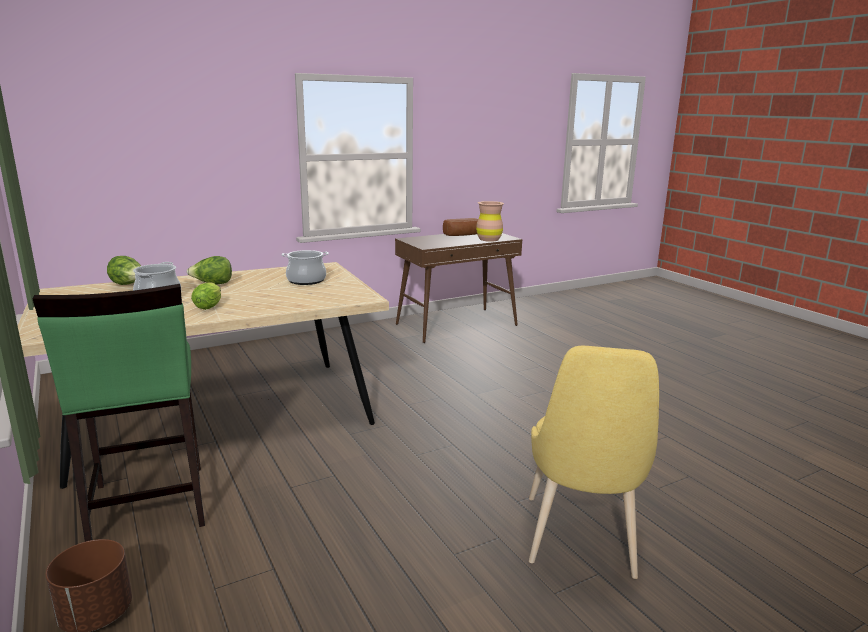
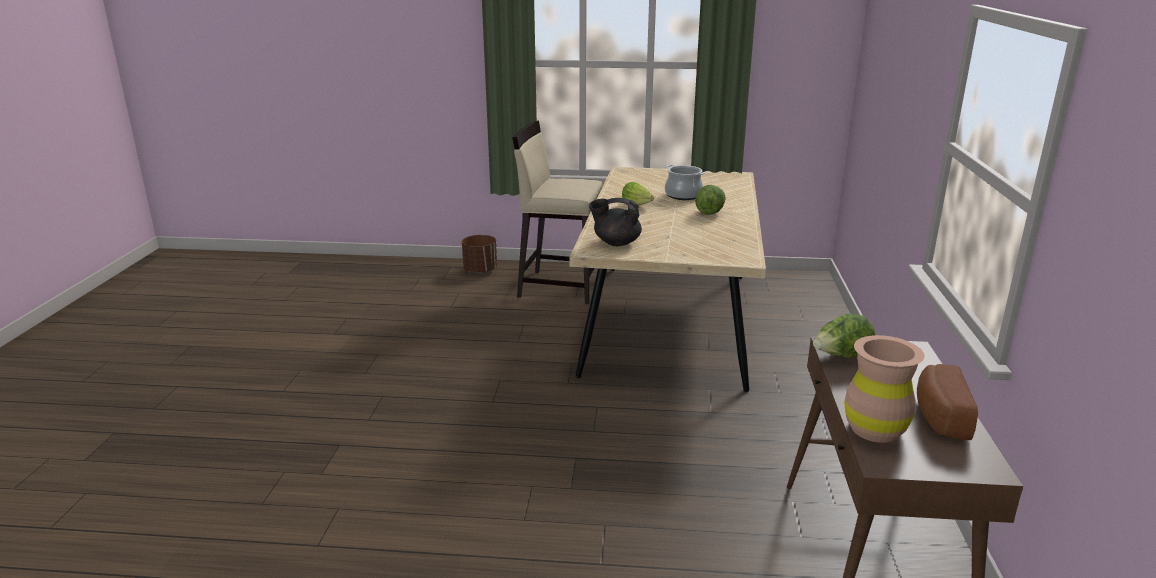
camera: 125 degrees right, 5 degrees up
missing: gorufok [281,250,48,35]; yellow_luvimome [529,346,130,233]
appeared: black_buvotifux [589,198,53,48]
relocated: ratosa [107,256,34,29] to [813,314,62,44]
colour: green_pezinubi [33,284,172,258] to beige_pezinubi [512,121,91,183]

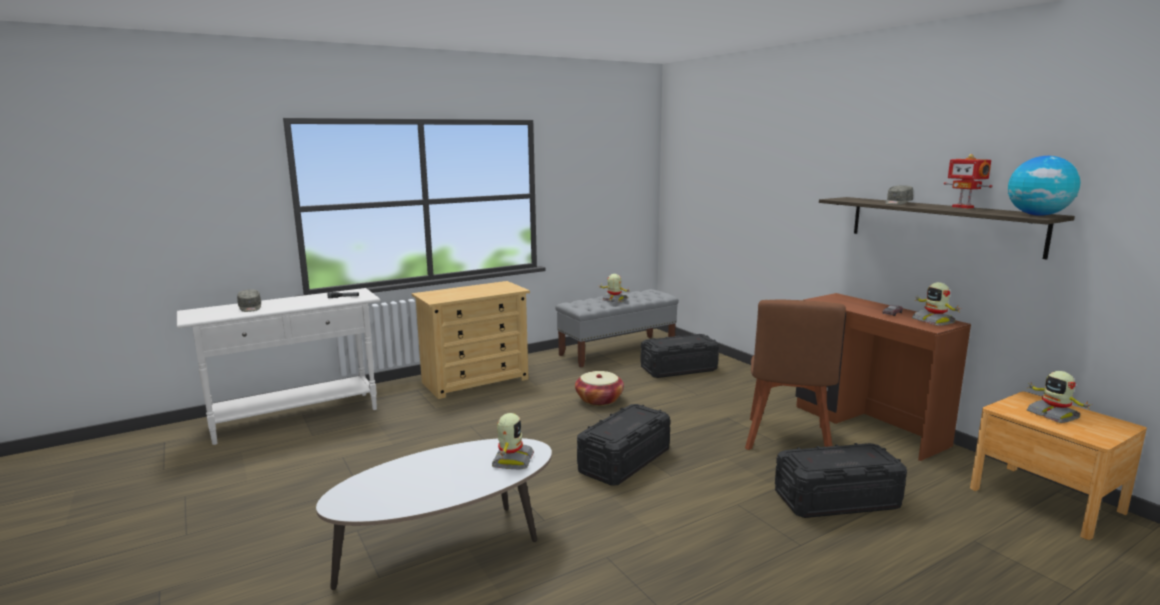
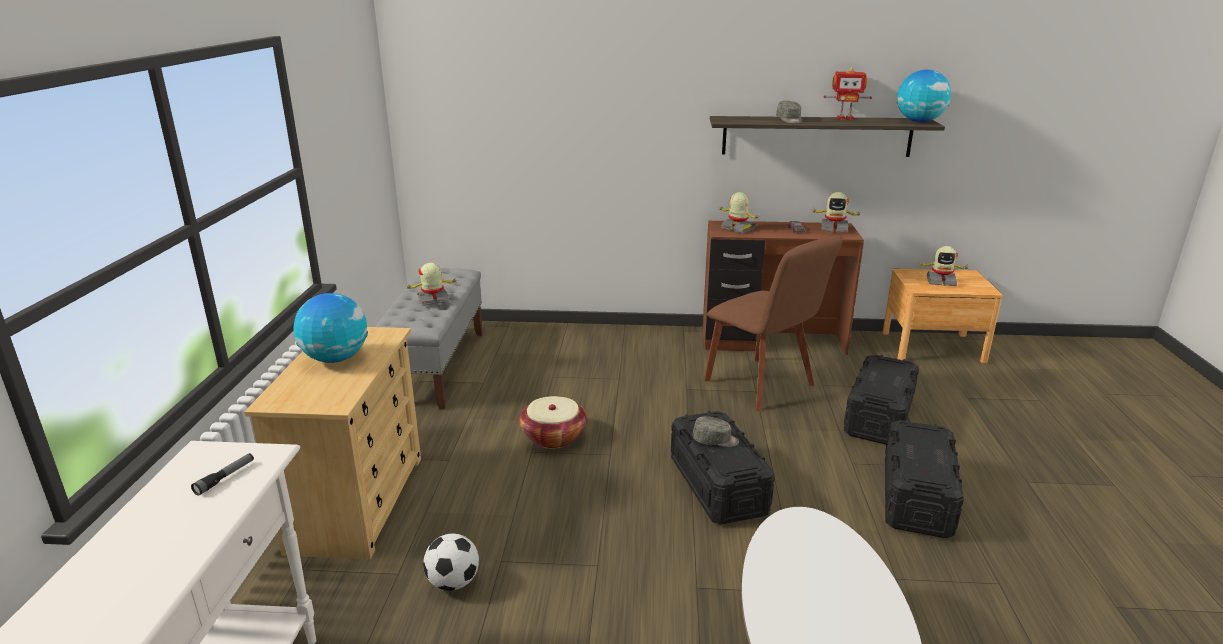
camera: 55 degrees left, 10 degrees up
appeared: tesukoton [293,293,75,70]; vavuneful [423,534,56,57]
relocated: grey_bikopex [237,289,24,23] to [693,416,46,31]; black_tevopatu [641,334,78,44] to [885,420,79,118]; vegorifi [492,413,42,57] to [719,192,39,41]

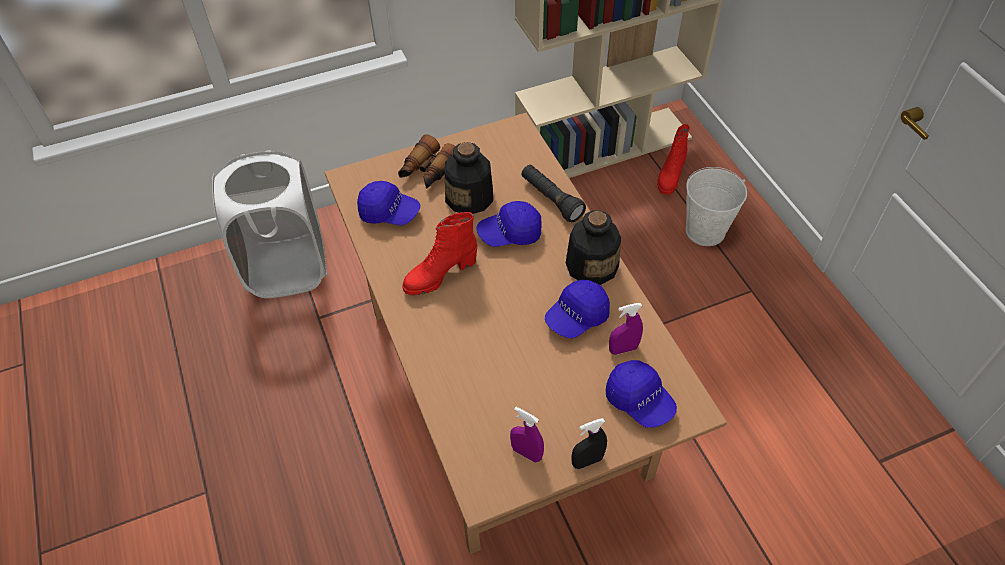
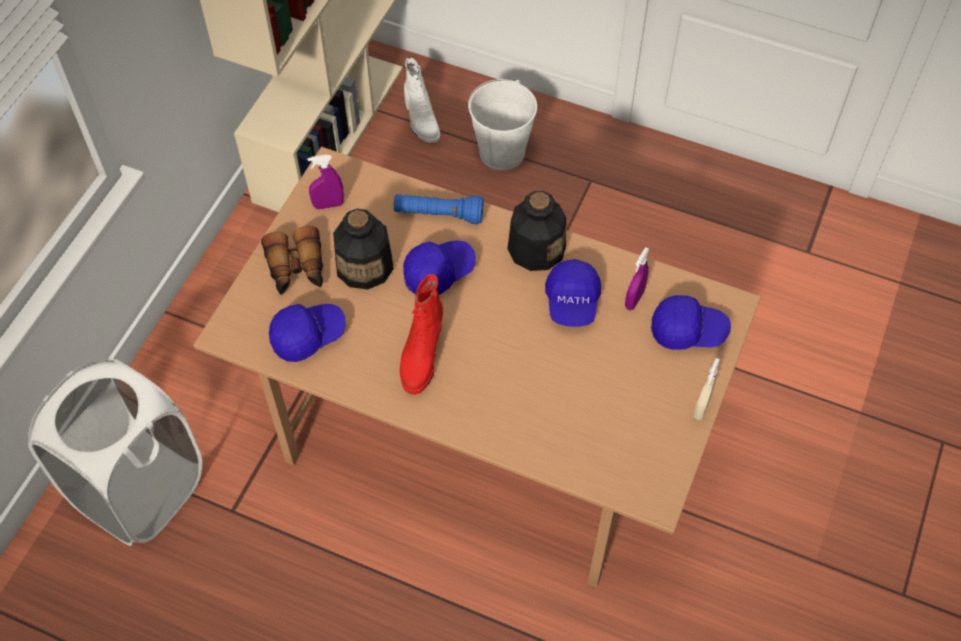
camera: 45 degrees left, 5 degrees up
relocated: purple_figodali [510,407,34,56] to [307,155,37,54]
colour: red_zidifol [657,124,32,71] to white_zidifol [404,58,36,85]; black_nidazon [522,165,64,57] to blue_nidazon [394,194,90,30]; black_figodali [571,418,36,51] to beige_figodali [693,358,27,62]
spun: blue_bikopex [476,201,66,46] = [403,240,73,55] 150 degrees counterclockwise

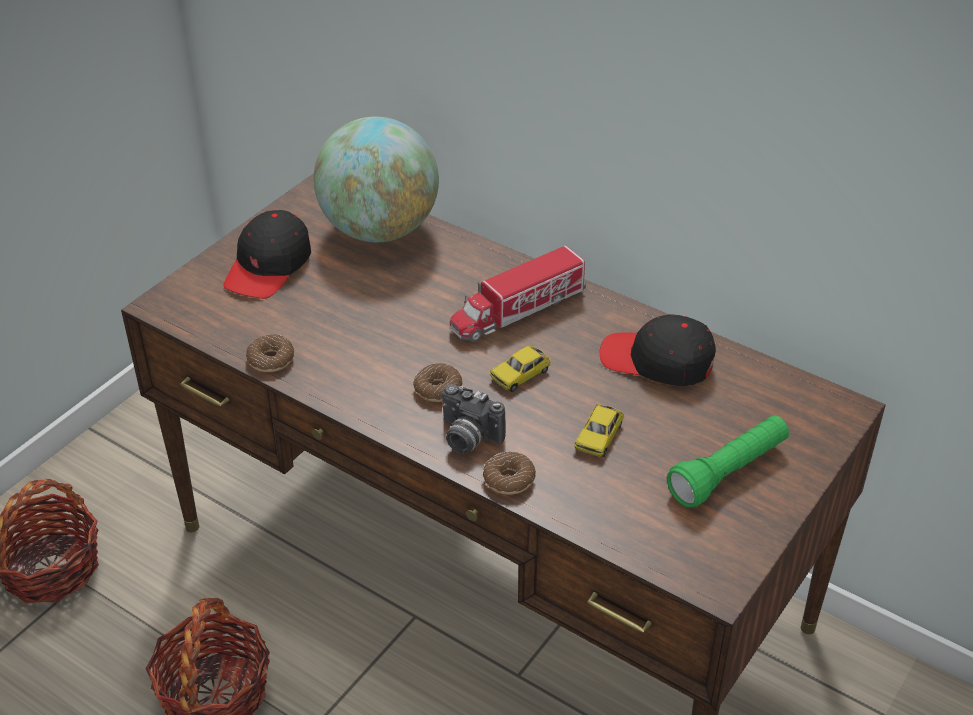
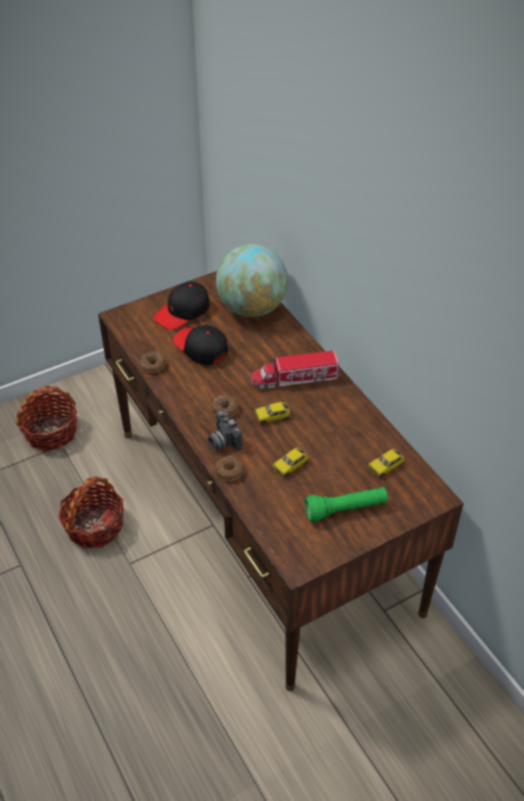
camera: 25 degrees right, 5 degrees up
appeared: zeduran [368,449,37,29]
relocated: black_bikopex [600,314,116,72] to [173,325,55,40]

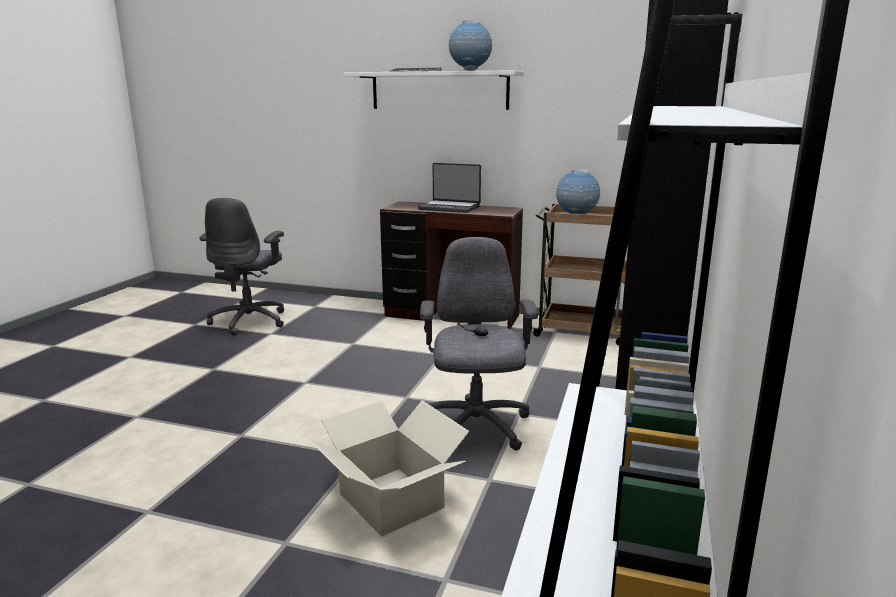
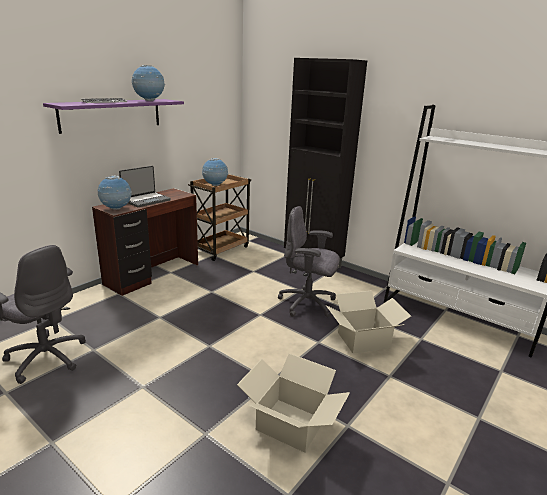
camera: 70 degrees left, 5 degrees up
appeared: tesukoton [98,175,34,35]; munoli [237,353,113,100]
colour: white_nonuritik [343,70,180,40] to purple_nonuritik [43,99,141,35]

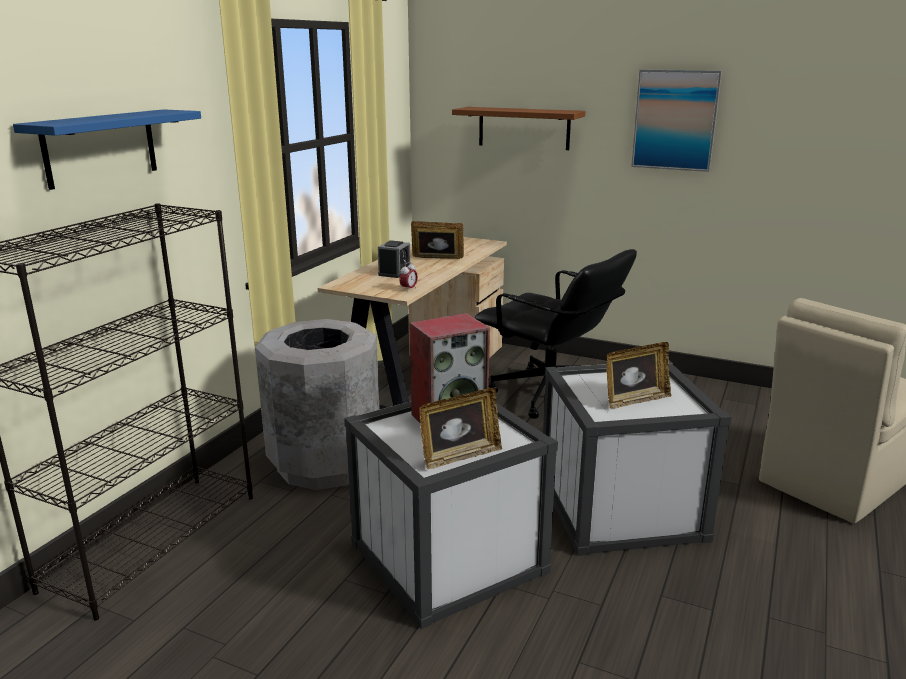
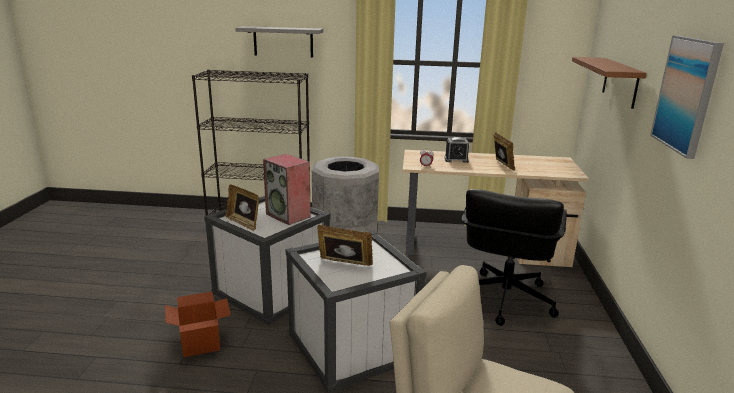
camera: 70 degrees right, 0 degrees up
appeared: munoli [165,292,66,65]
colour: blue_nonuritik [13,109,188,81] to grey_nonuritik [235,26,88,31]
spun: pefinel [607,342,64,67] = [318,225,55,41] 150 degrees clockwise

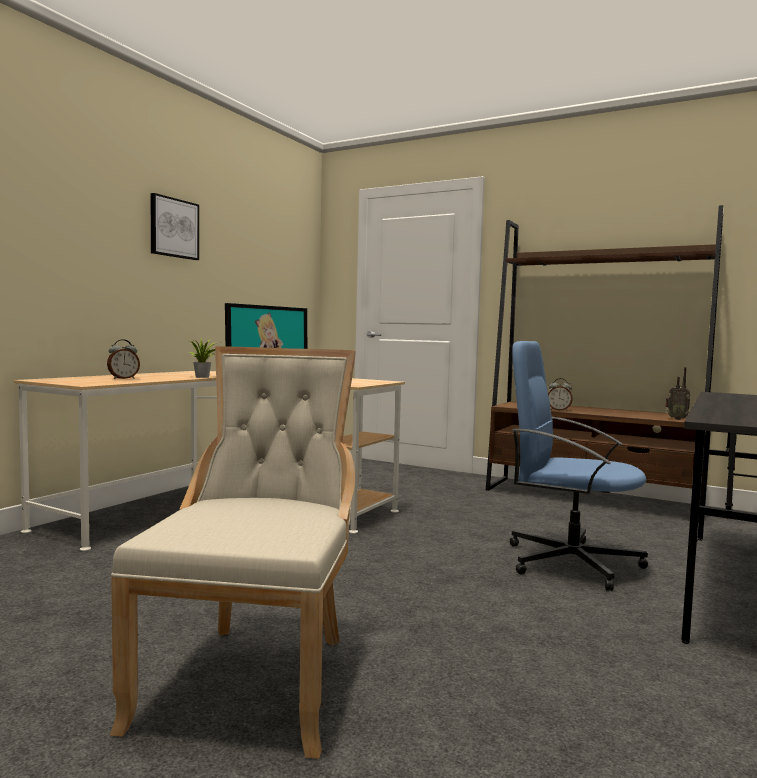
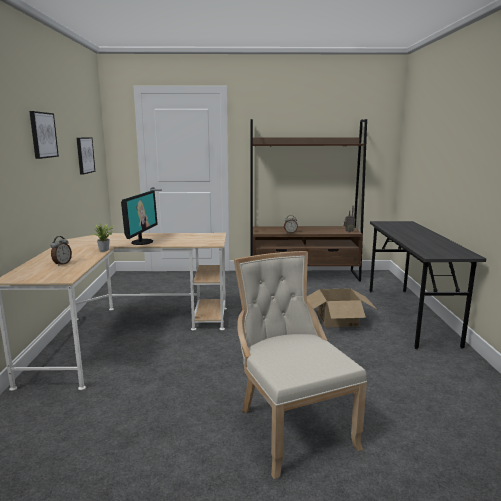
camera: 30 degrees left, 10 degrees up
appeared: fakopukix [76,137,19,38]
exchanged: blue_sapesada [510,341,138,250] to munoli [307,288,70,39]

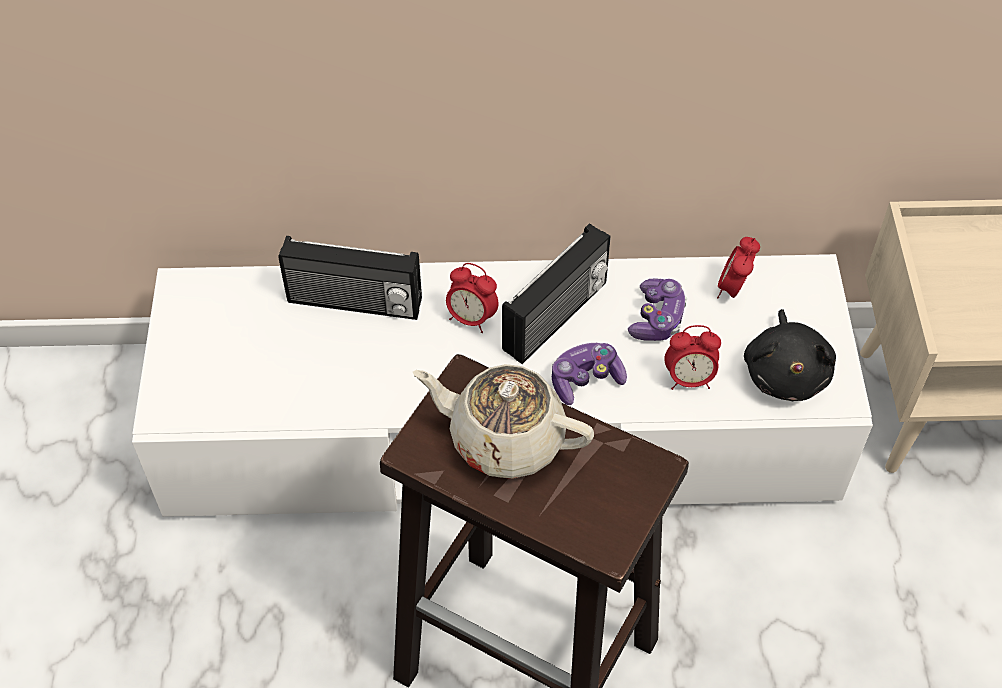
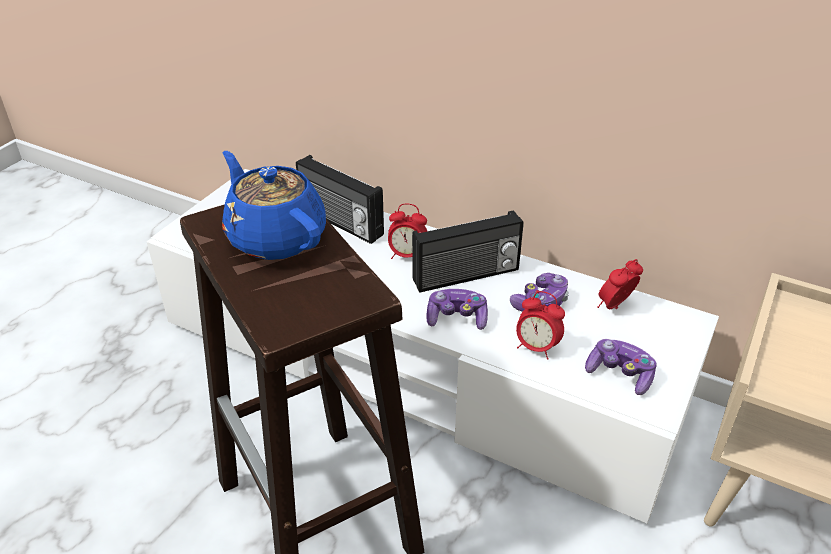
camera: 30 degrees right, 15 degrees down
exchanged: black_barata [744,309,92,92] to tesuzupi [585,339,72,56]
colour: beige_buvotifux [413,364,181,115] to blue_buvotifux [222,151,104,109]
spun: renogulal [446,263,53,70] = [388,203,39,56] 45 degrees counterclockwise

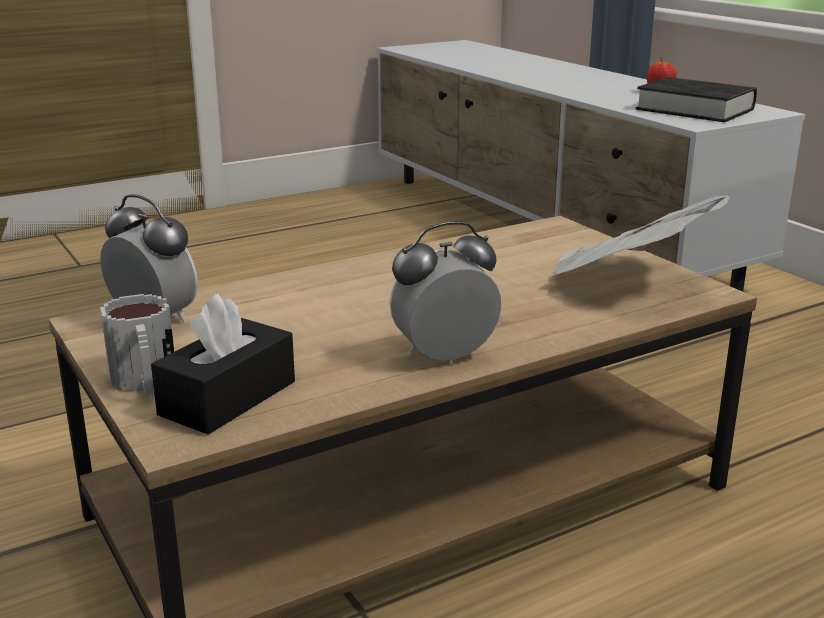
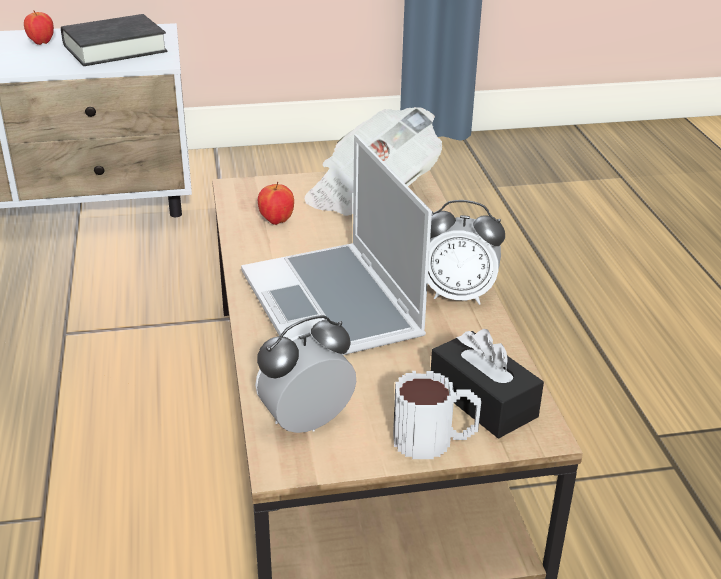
camera: 70 degrees left, 10 degrees up
appeared: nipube [241,134,191,221]; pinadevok [258,182,36,43]
spun: renogulal [390,221,111,143] = [428,200,77,105] 75 degrees counterclockwise

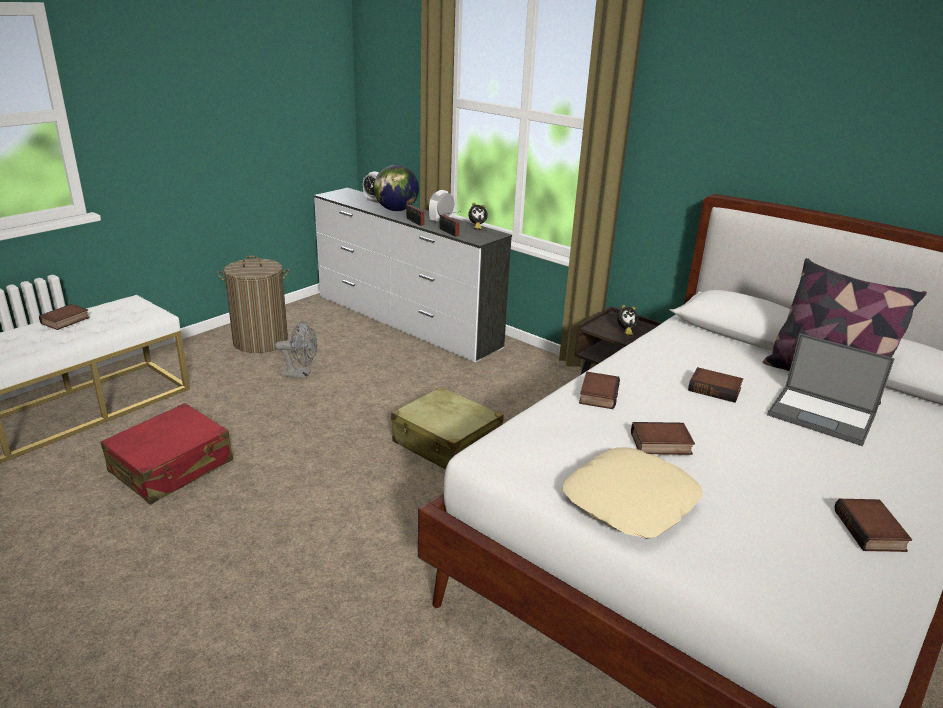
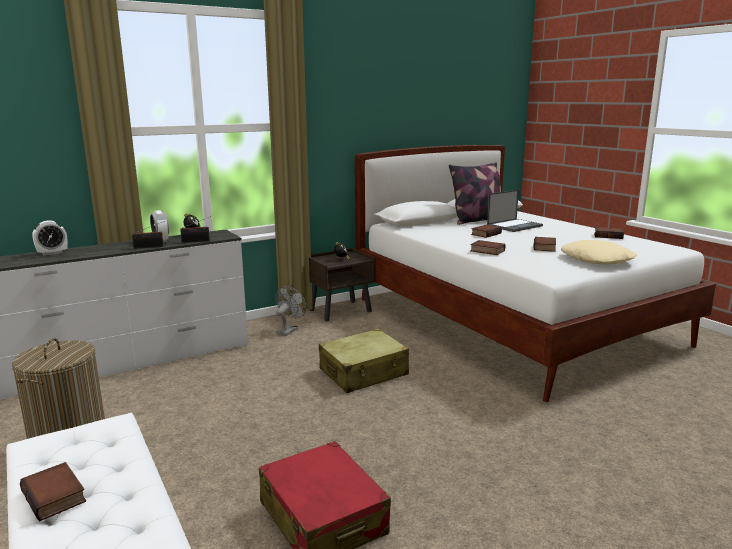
camera: 70 degrees left, 10 degrees down
missing: tesukoton [374,165,45,46]
relocated: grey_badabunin [275,321,42,58] to [275,286,31,50]

